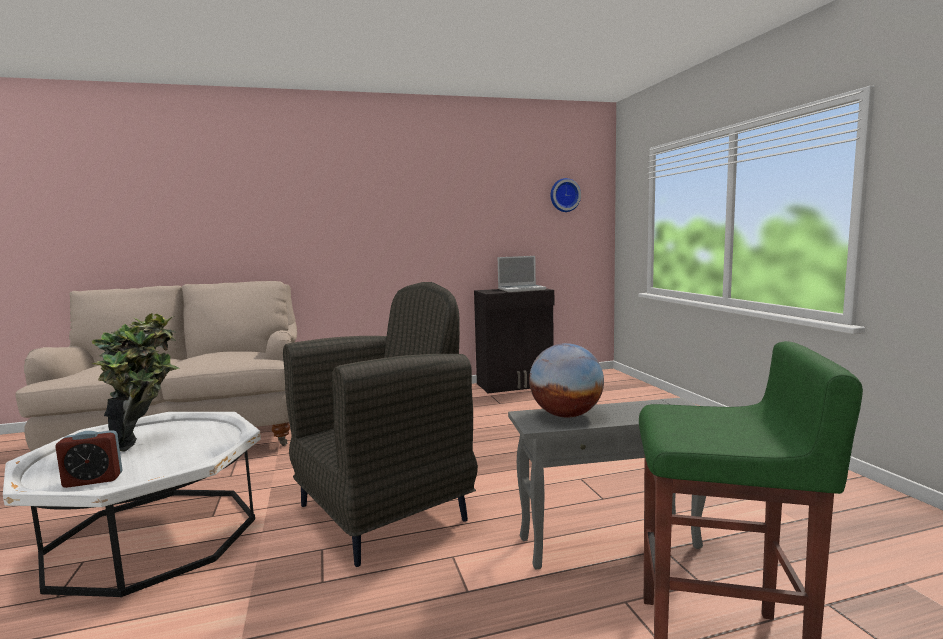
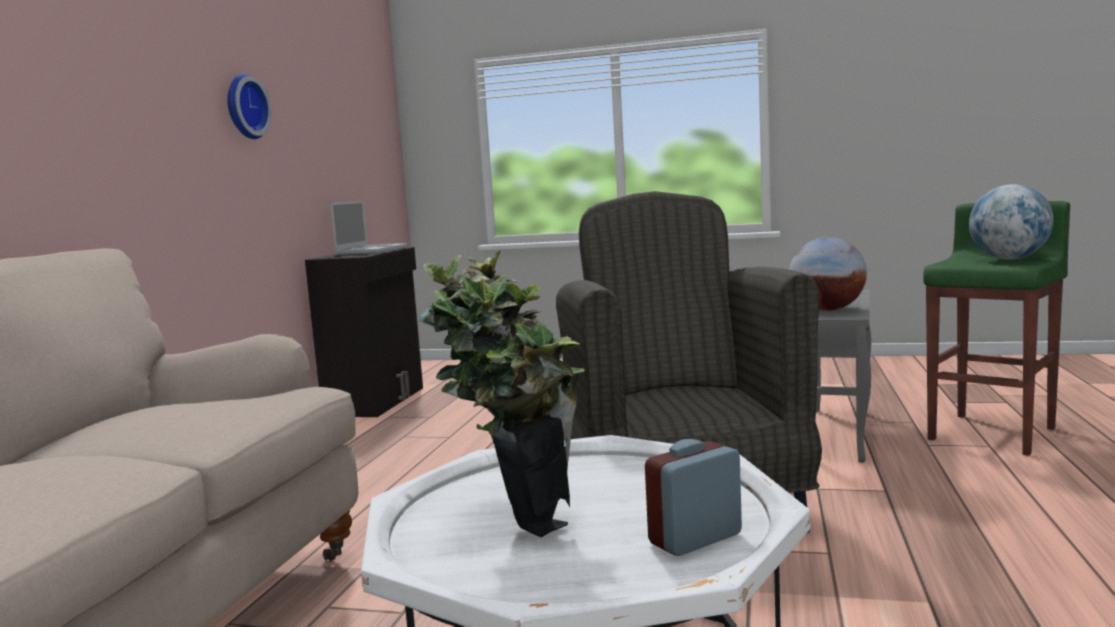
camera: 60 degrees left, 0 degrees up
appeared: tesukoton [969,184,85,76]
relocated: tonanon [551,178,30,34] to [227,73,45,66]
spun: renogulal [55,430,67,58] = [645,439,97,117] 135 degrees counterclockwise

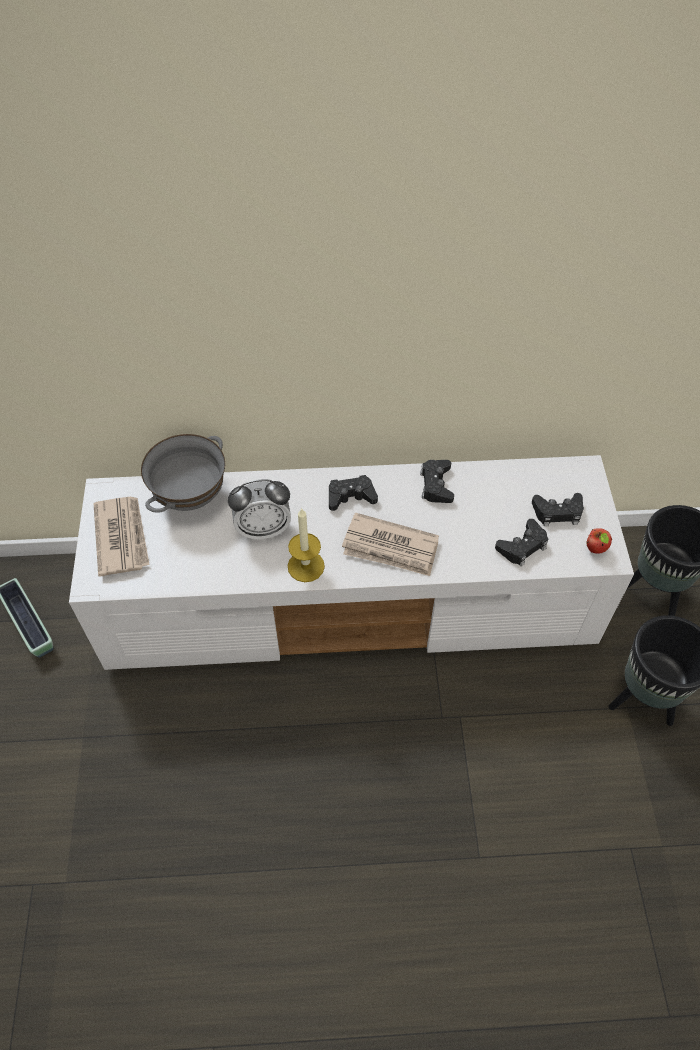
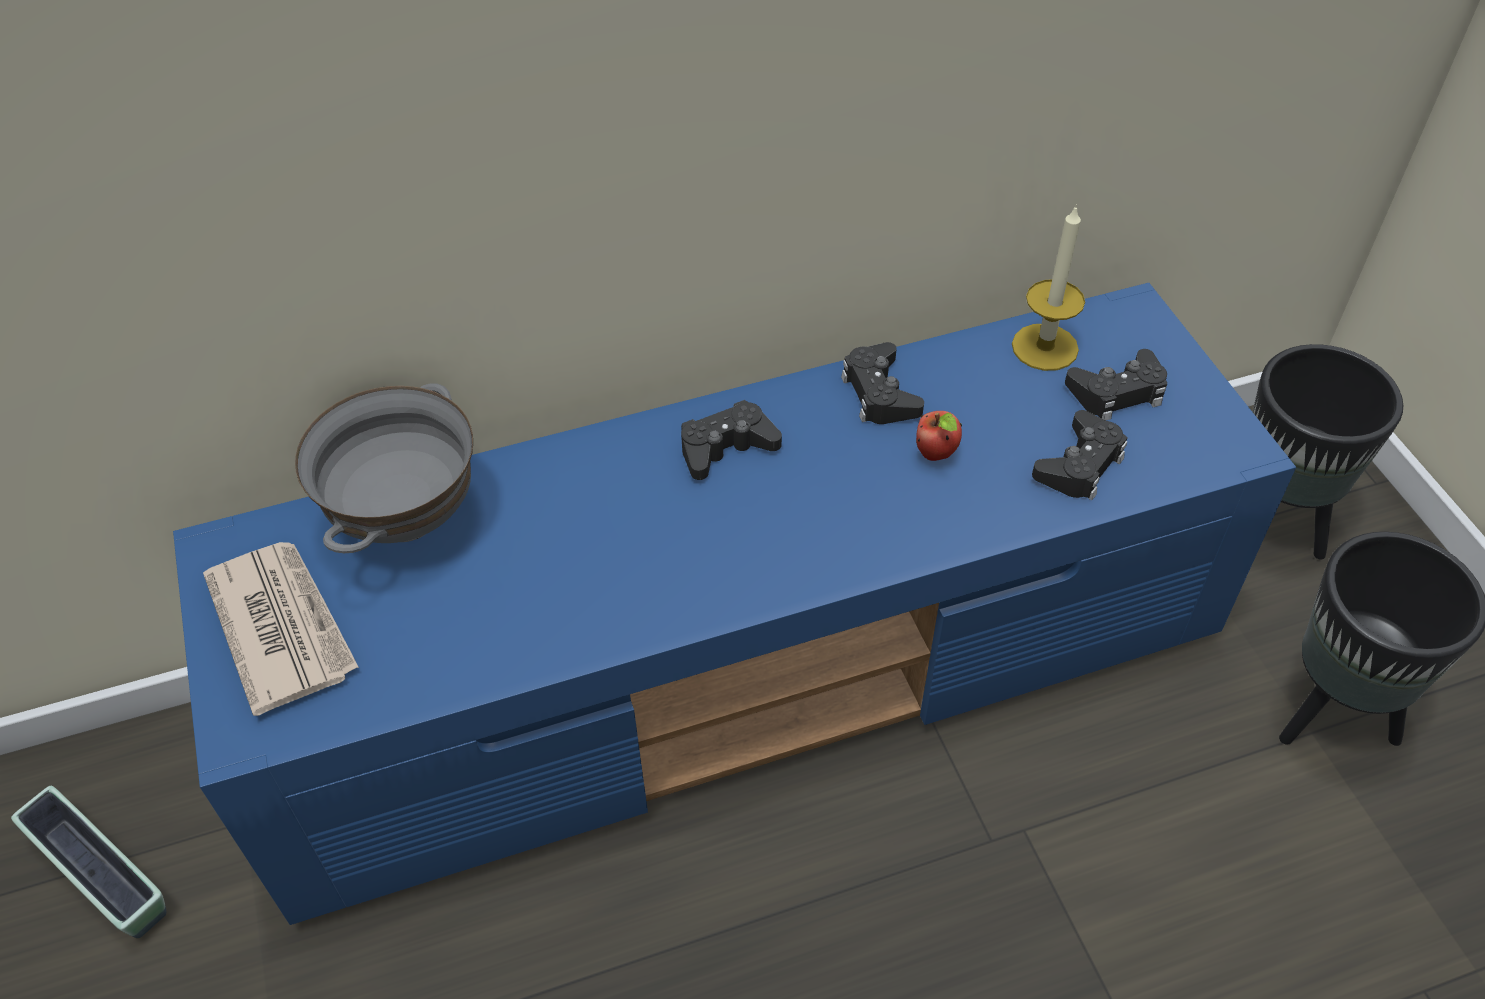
camera: 15 degrees left, 5 degrees down
missing: renogulal [228,479,63,61]; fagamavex [342,512,97,64]
relocated: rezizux [288,508,37,74] to [1012,205,73,166]; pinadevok [587,528,25,26] to [916,411,46,50]
colour: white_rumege [69,455,565,215] to blue_rumege [173,283,1123,642]

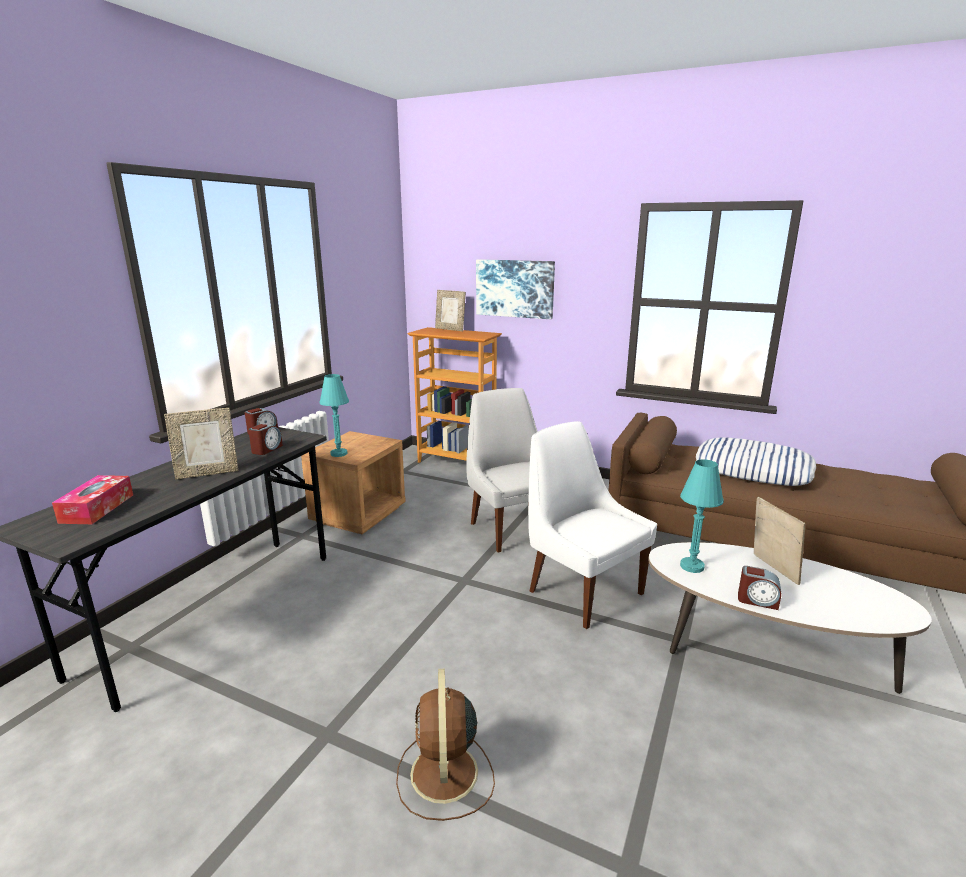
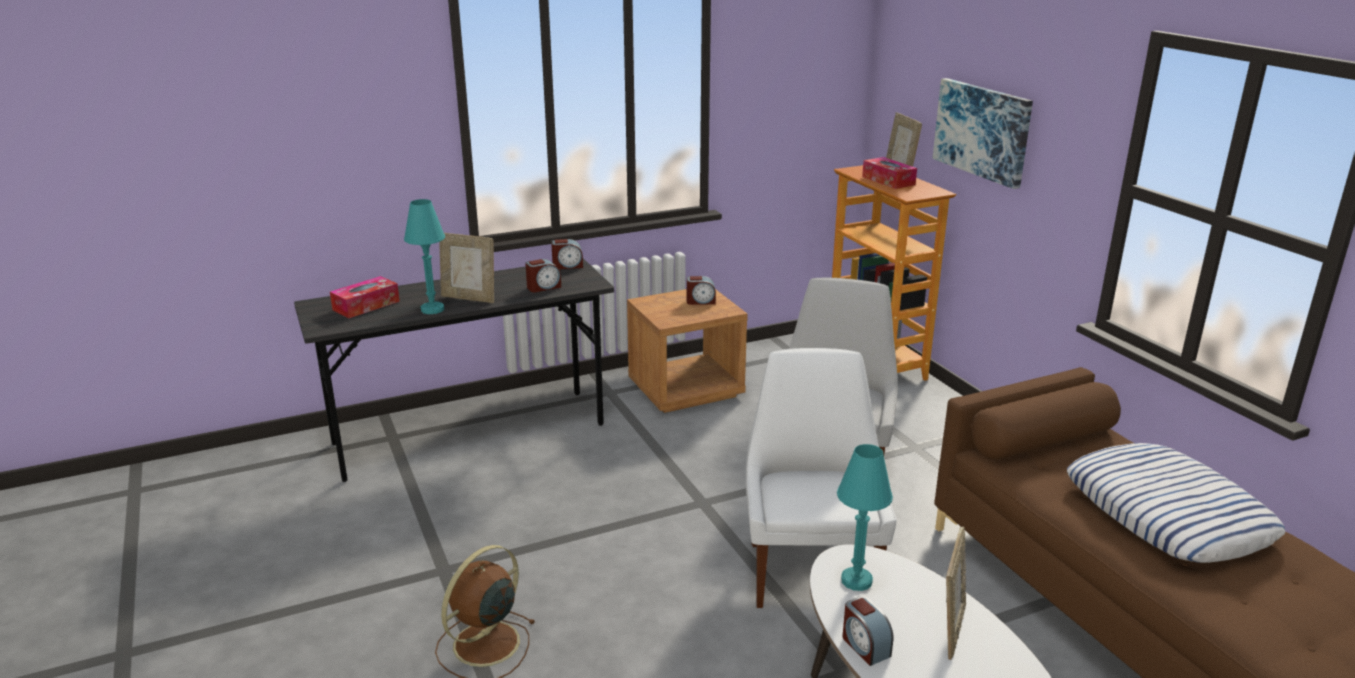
camera: 40 degrees right, 5 degrees up
appeared: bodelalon [862,157,55,32]; renogulal [687,276,29,29]
relocated: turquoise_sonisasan [320,374,29,83] to [404,199,41,115]

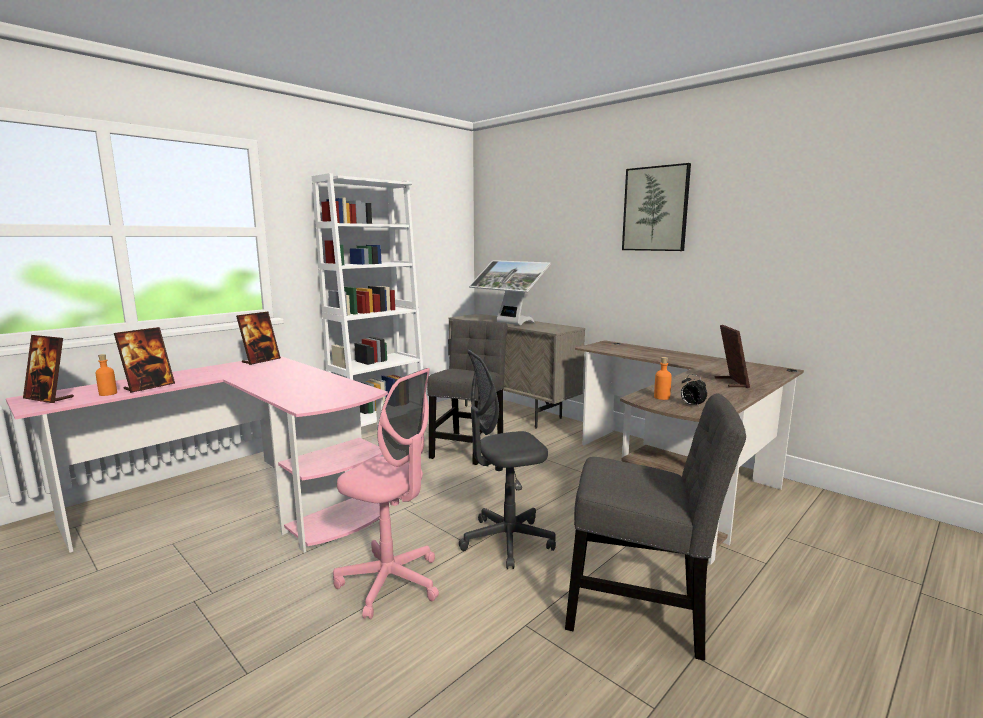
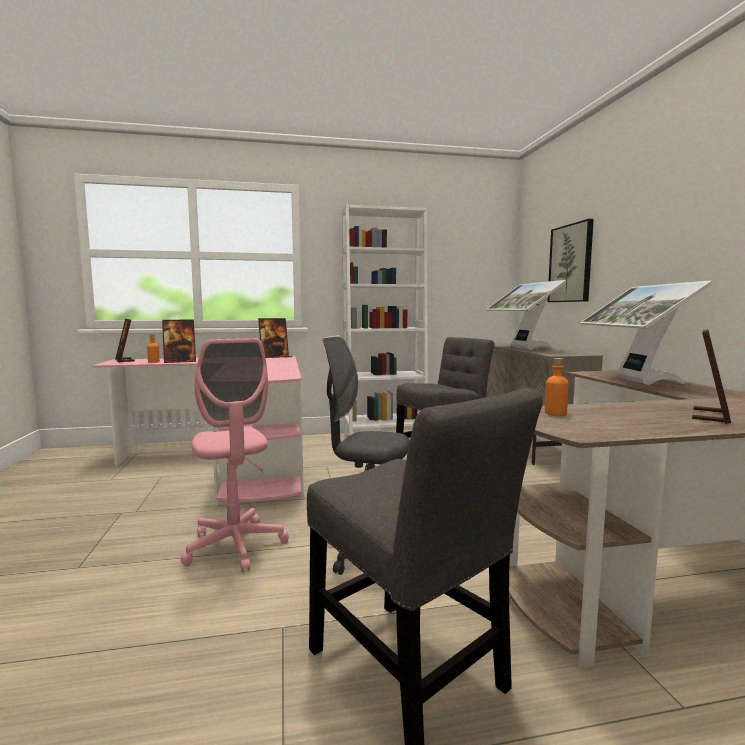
camera: 35 degrees right, 5 degrees down
missing: renogulal [681,374,26,34]
appeared: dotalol [580,280,133,105]
relocated: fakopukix [622,163,69,88] to [547,219,47,83]

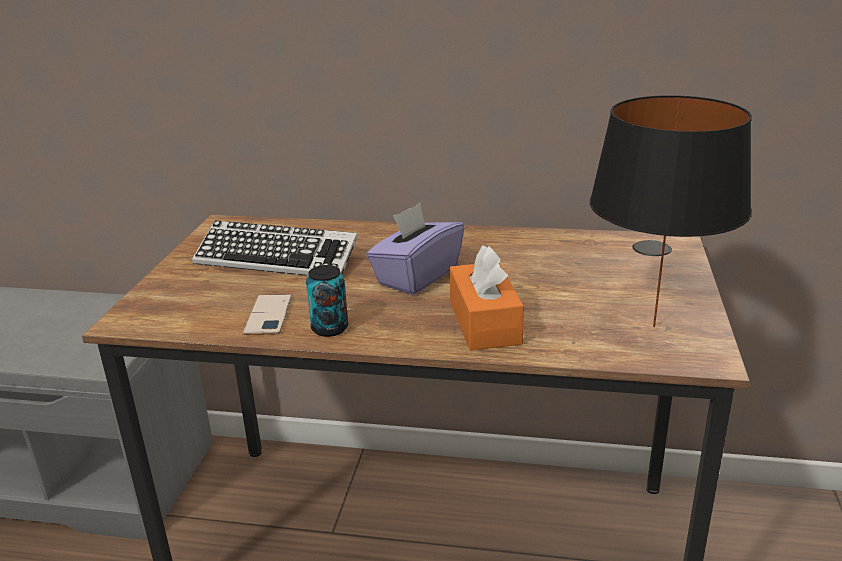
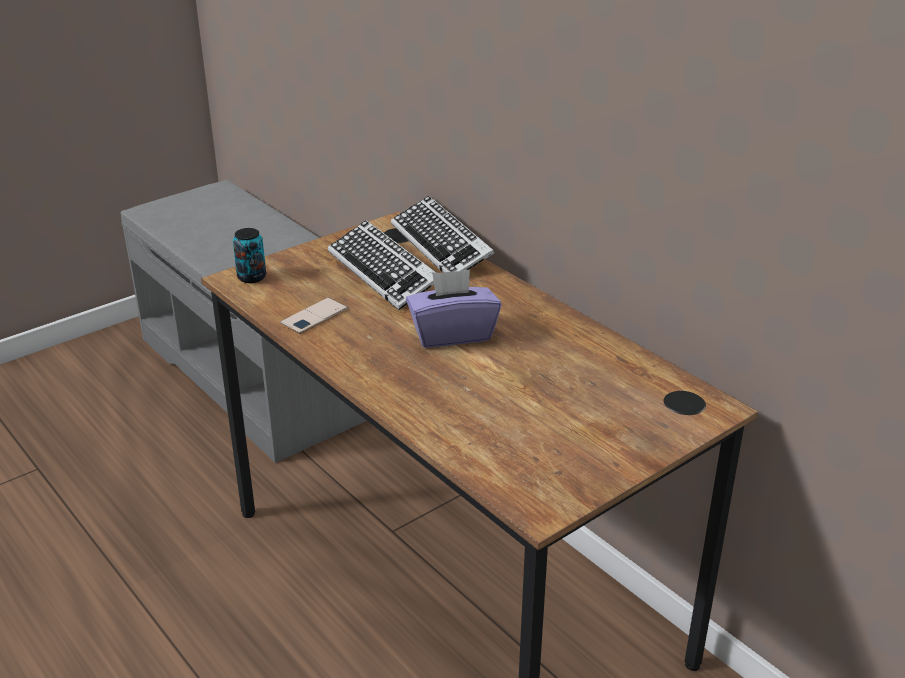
camera: 40 degrees right, 5 degrees up
missing: black_sonisasan [590,95,162,232]; orange_bodelalon [450,245,74,106]
appeared: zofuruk [391,196,103,77]
relocated: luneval [306,265,42,72] to [233,228,33,55]

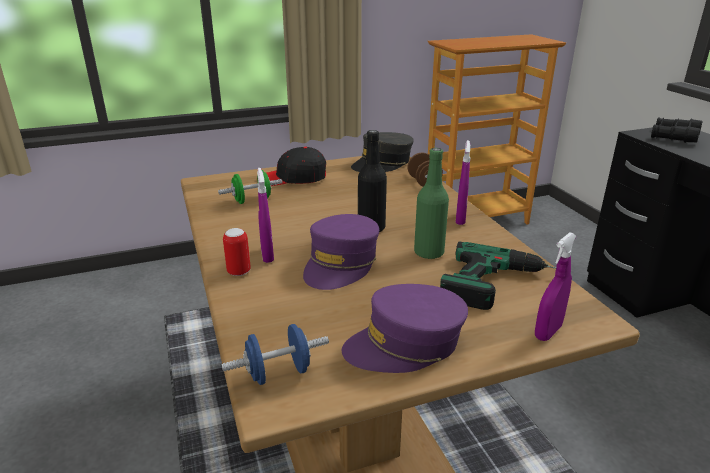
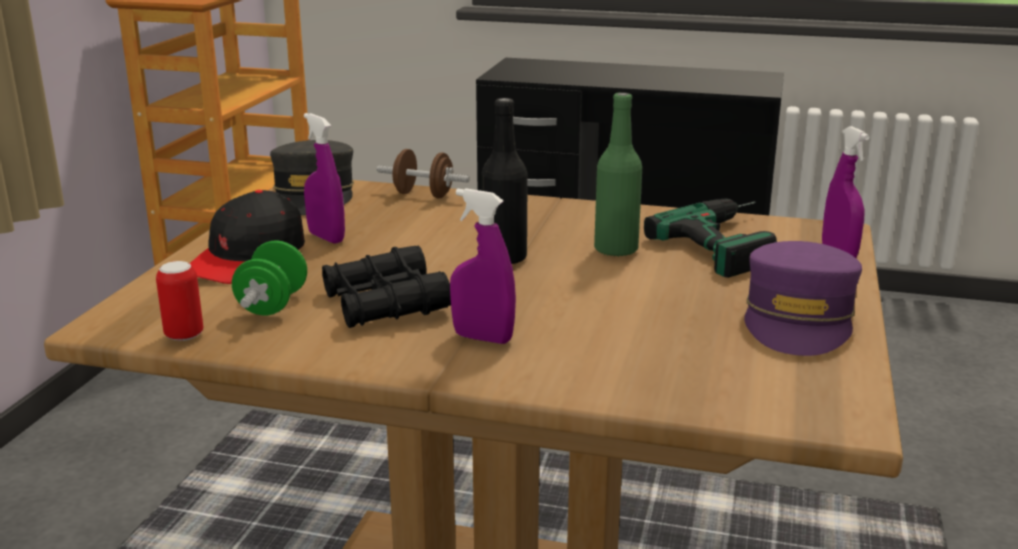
camera: 55 degrees left, 5 degrees down
missing: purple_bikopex [303,214,76,76]; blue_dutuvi [221,324,108,61]
relocated: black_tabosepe [651,117,52,26] to [322,246,129,82]; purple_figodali [456,140,14,85] to [304,113,41,131]; luneval [223,228,28,48] to [156,261,47,80]

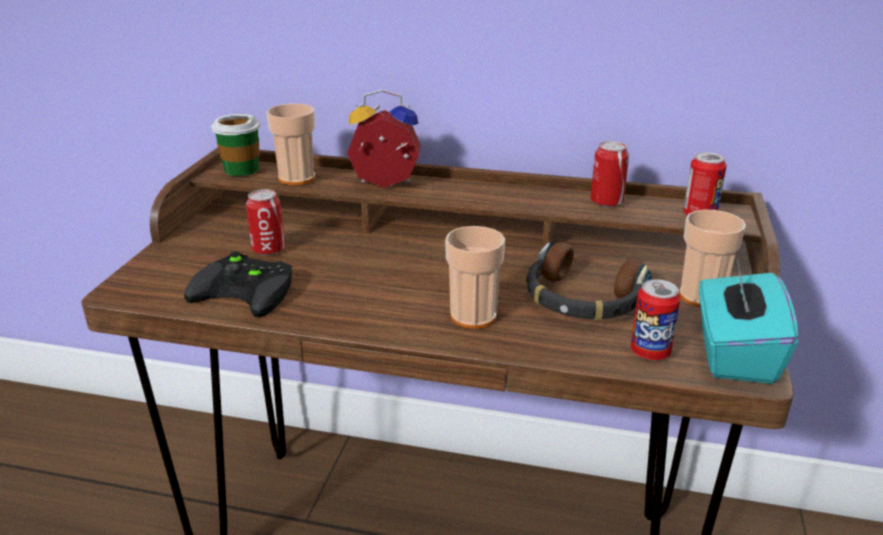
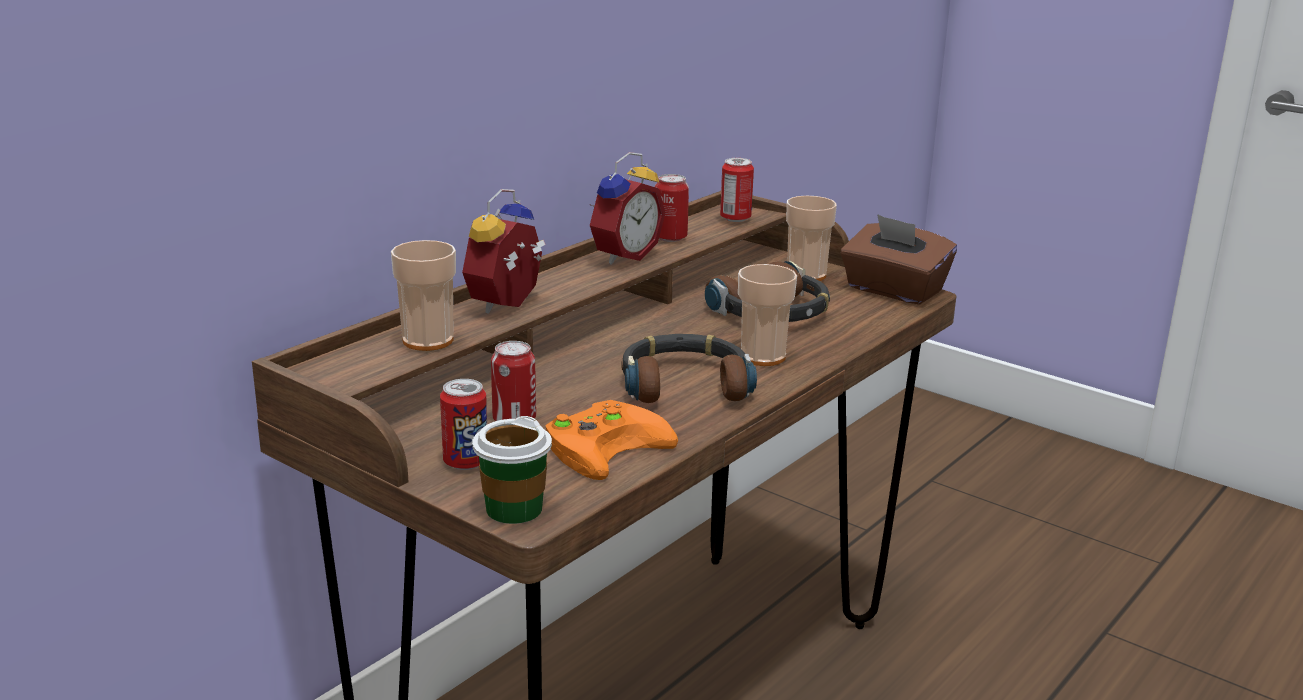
camera: 65 degrees left, 5 degrees down
appeared: renogulal [590,152,75,112]; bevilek [621,334,136,69]
relocated: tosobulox [211,114,50,62] to [472,416,80,108]; luneval [631,279,50,82] to [440,379,47,91]
colour: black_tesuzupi [184,251,108,66] to orange_tesuzupi [546,400,132,80]; turquoise_bodelalon [699,258,99,126] to brown_bodelalon [841,214,116,91]

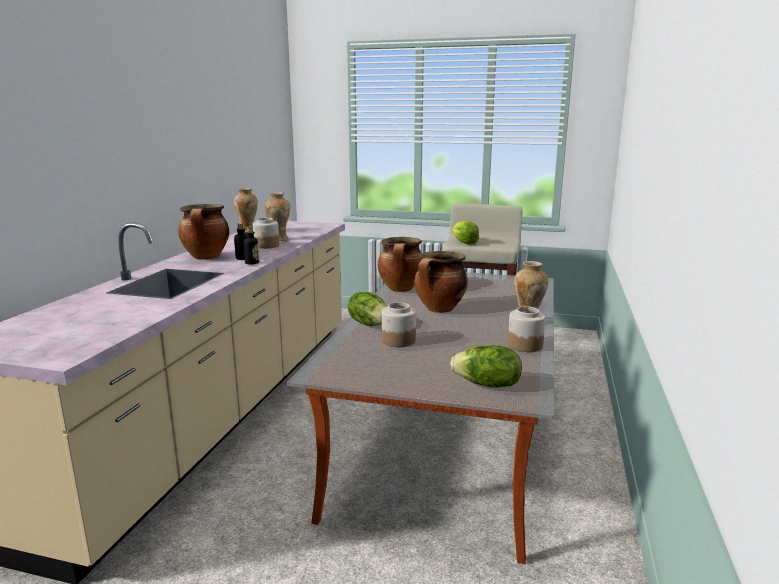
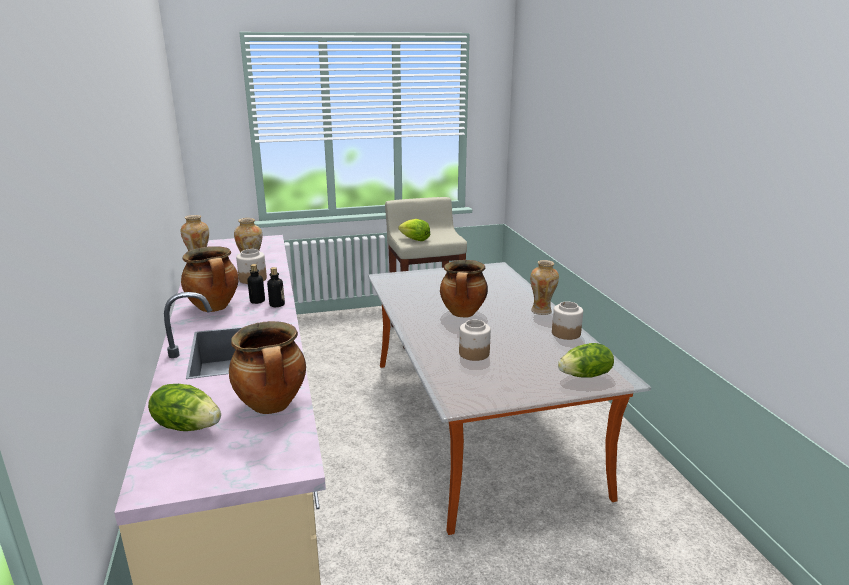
camera: 30 degrees left, 5 degrees up
relocated: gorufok [378,237,44,55] to [229,321,77,93]; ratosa [348,292,39,34] to [148,384,73,47]

